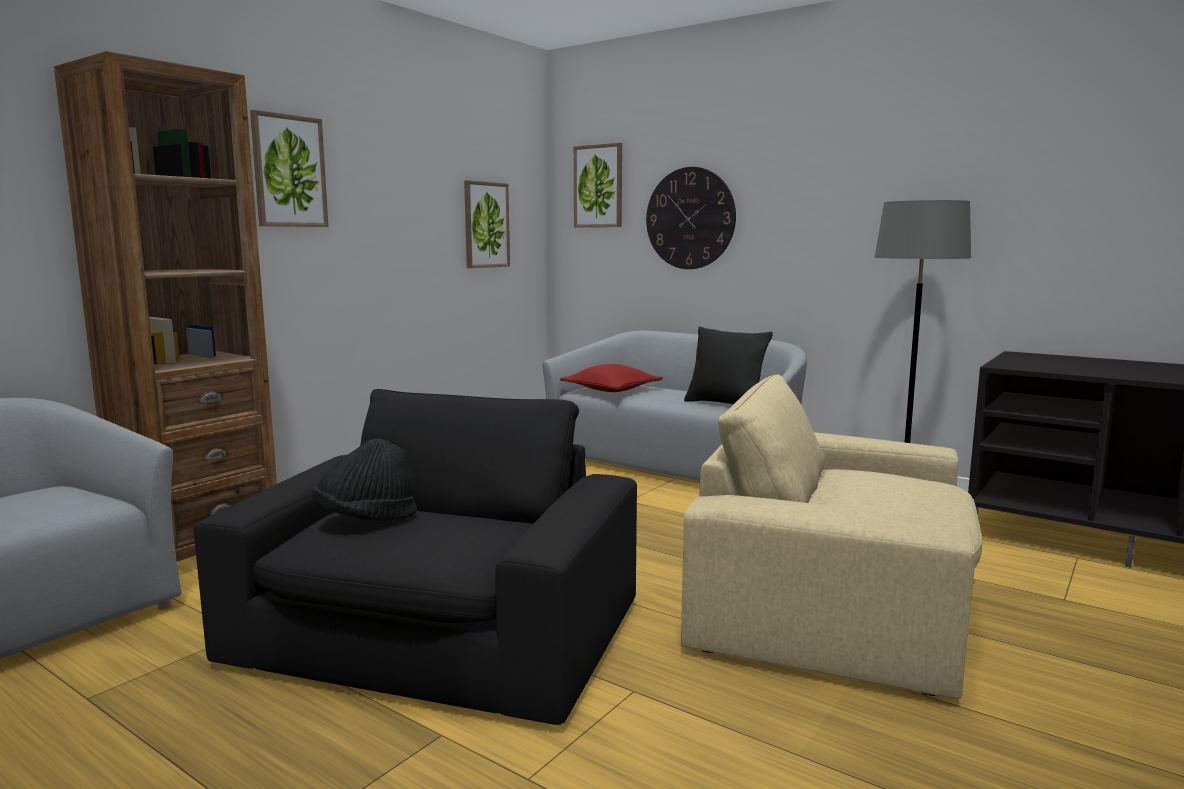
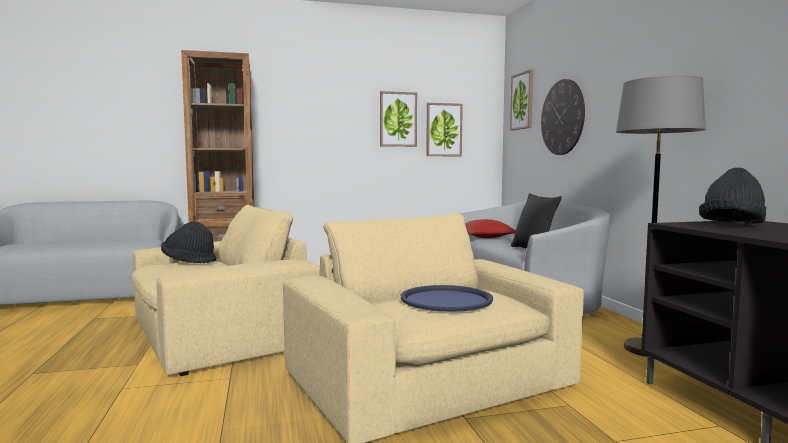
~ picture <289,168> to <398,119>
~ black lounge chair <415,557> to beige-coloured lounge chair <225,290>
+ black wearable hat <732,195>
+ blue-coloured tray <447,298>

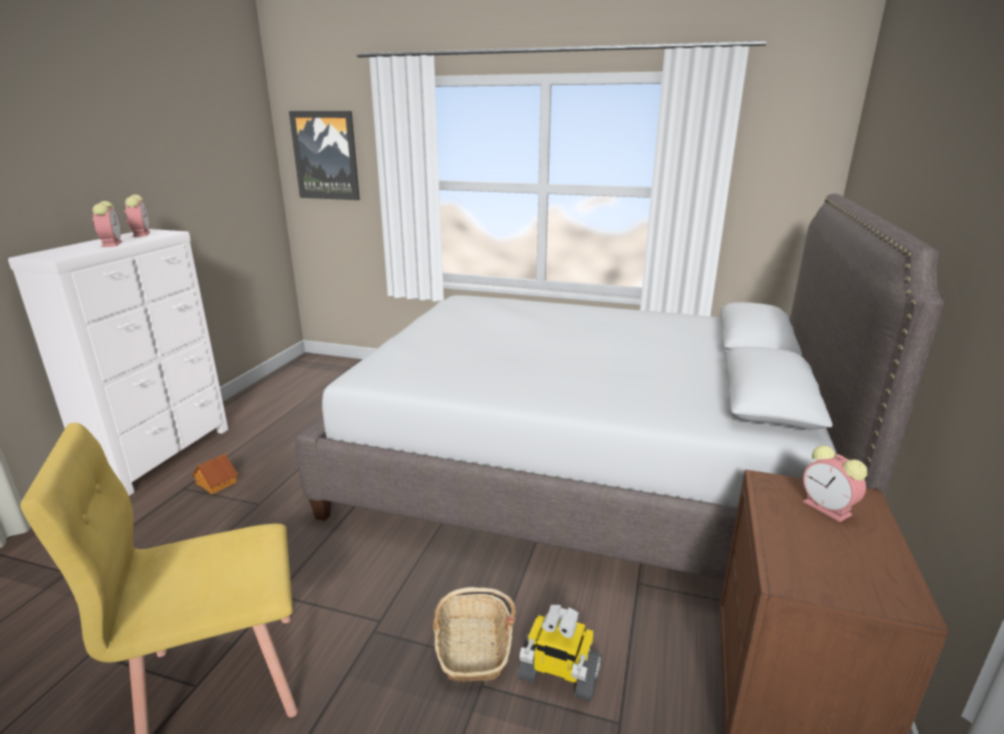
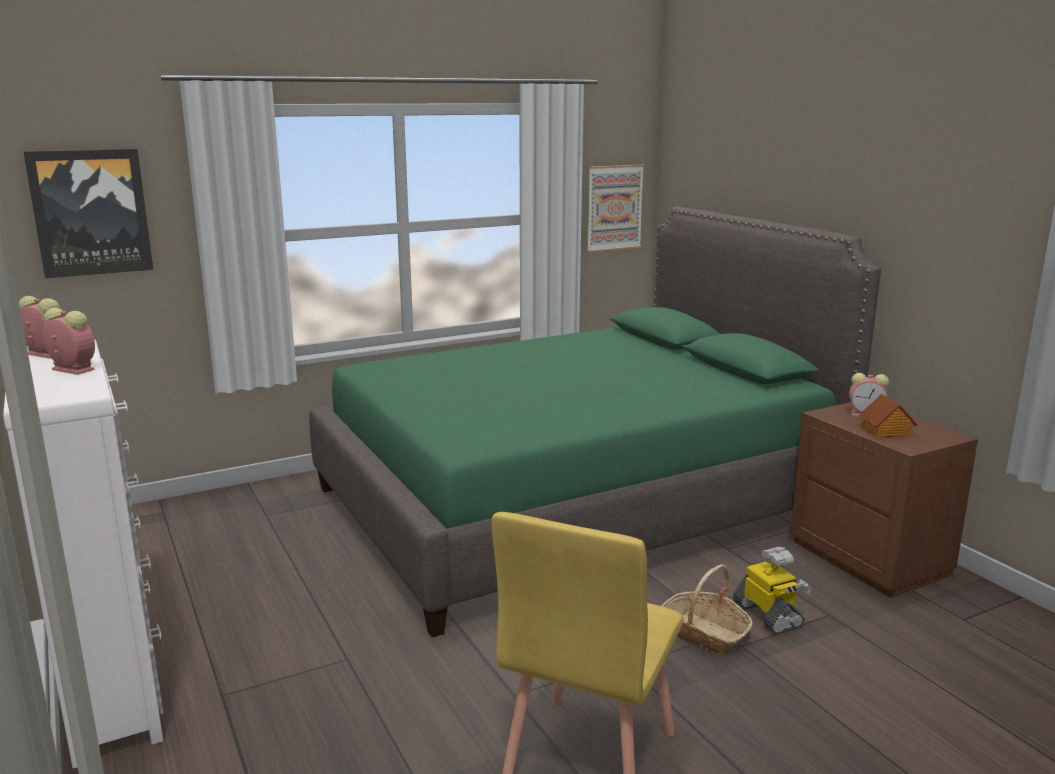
~ grey sleeping bed <620,387> to greenish sleeping bed <595,422>
~ toy house <215,474> to <887,416>
~ toy robot <559,653> = <772,590> 90 degrees counterclockwise
+ picture <615,208>

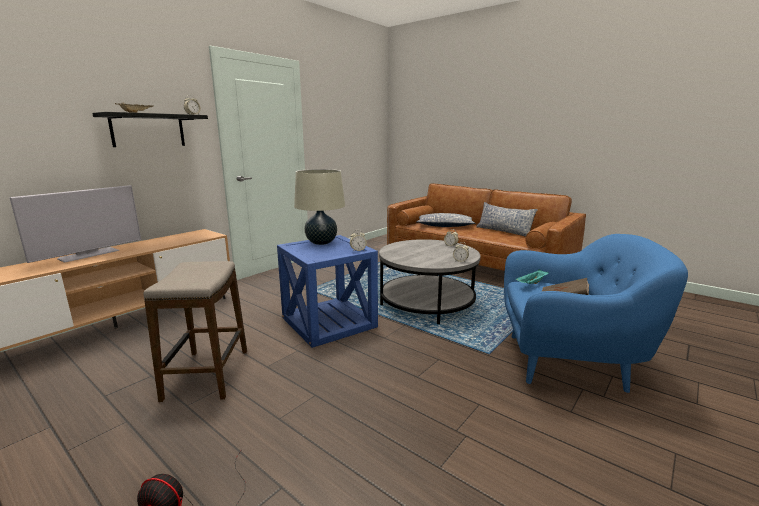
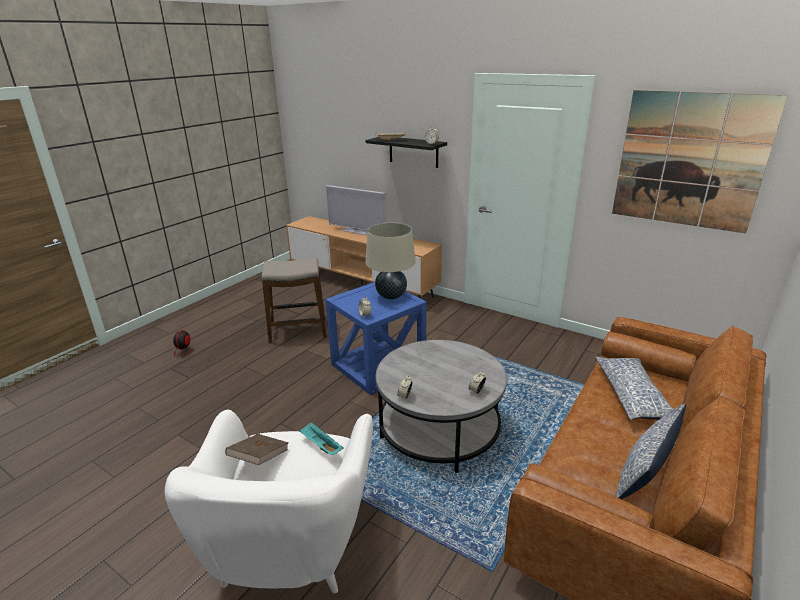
~ blue-coloured lounge chair <596,313> to white lounge chair <269,501>
+ picture <700,161>

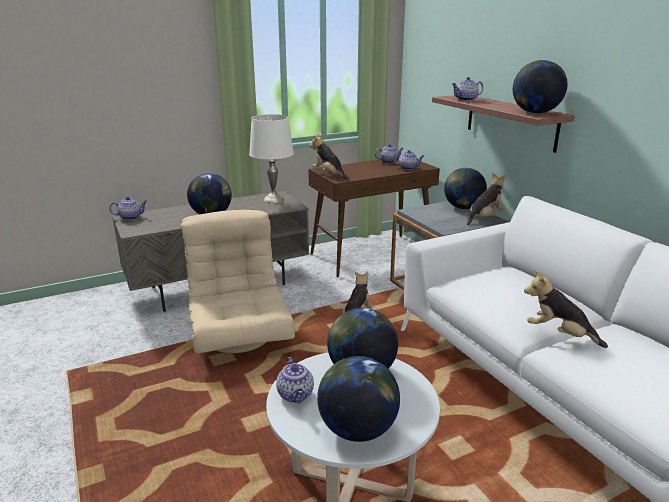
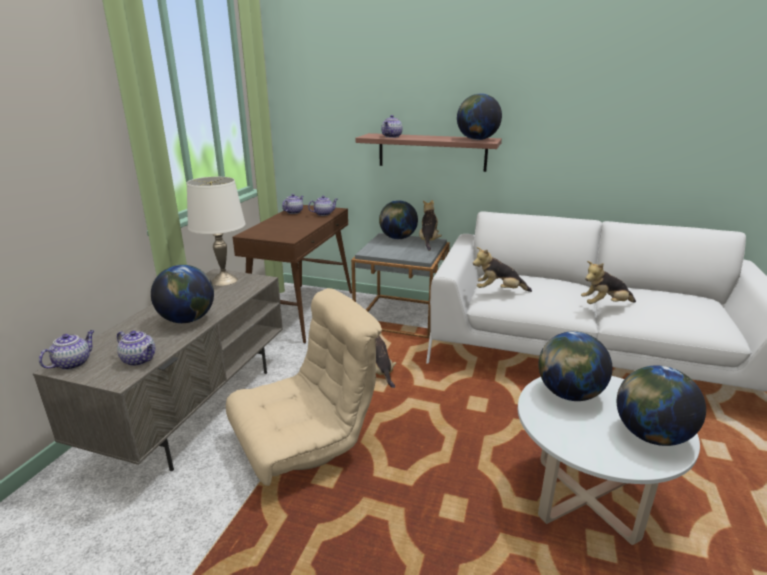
~ cuddly toy <329,157> to <502,269>
~ beige-coloured lounge chair <238,281> = <304,387> 120 degrees clockwise
~ tea pot <295,380> to <136,348>

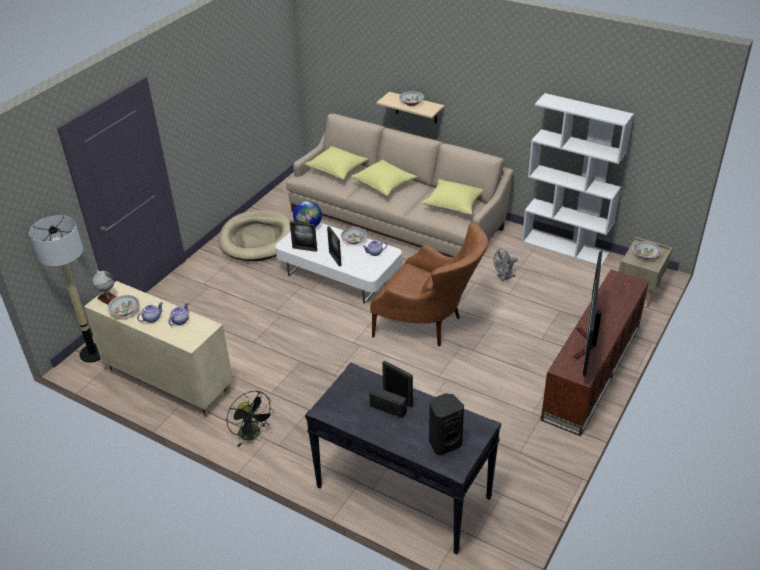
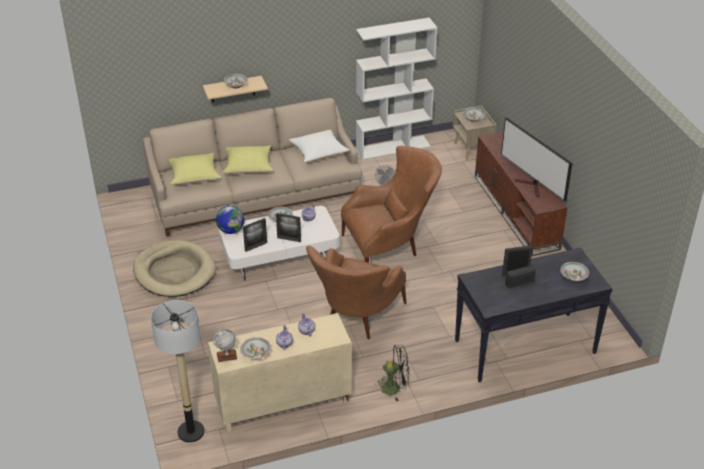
~ yellow throw pillow <452,197> to white throw pillow <319,146>
~ black audio speaker <446,424> to deep dish <574,271>
+ brownish lounge chair <356,293>

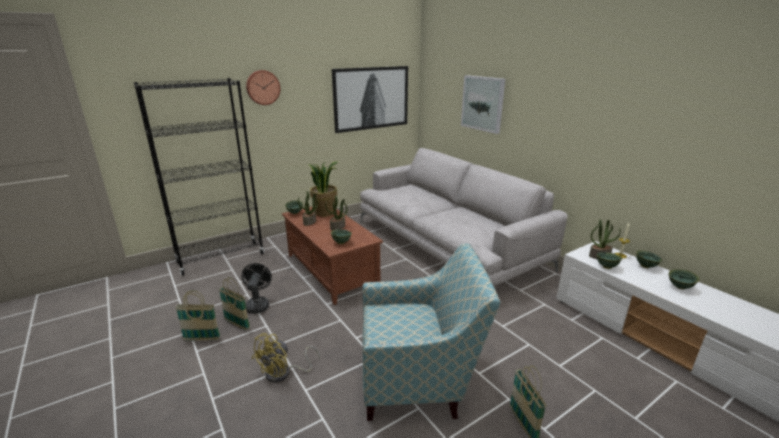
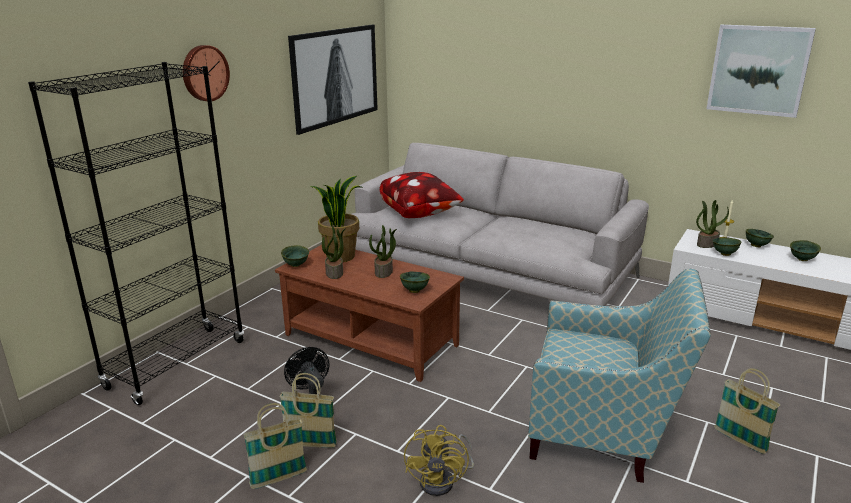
~ picture <483,104> to <761,71>
~ lounge chair <431,332> = <619,376> 45 degrees clockwise
+ throw pillow <422,195>

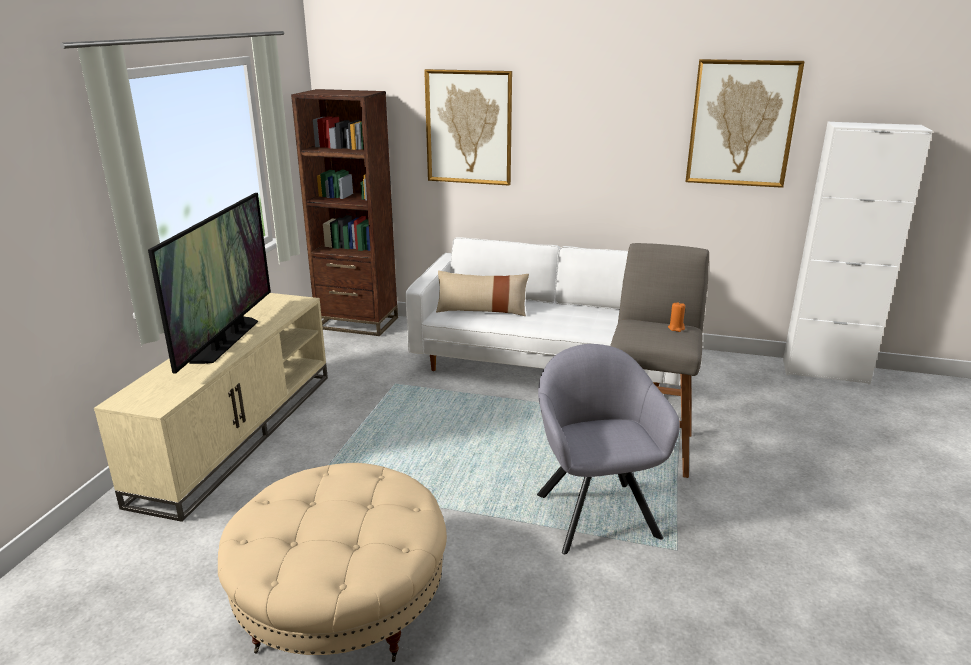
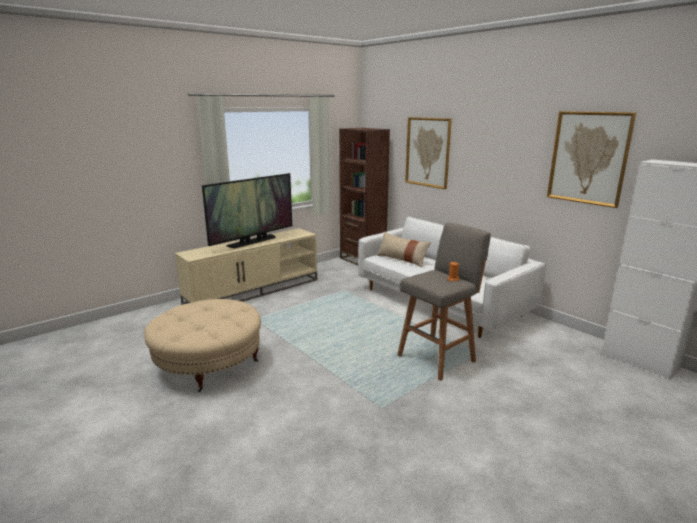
- grey lounge chair <608,449>

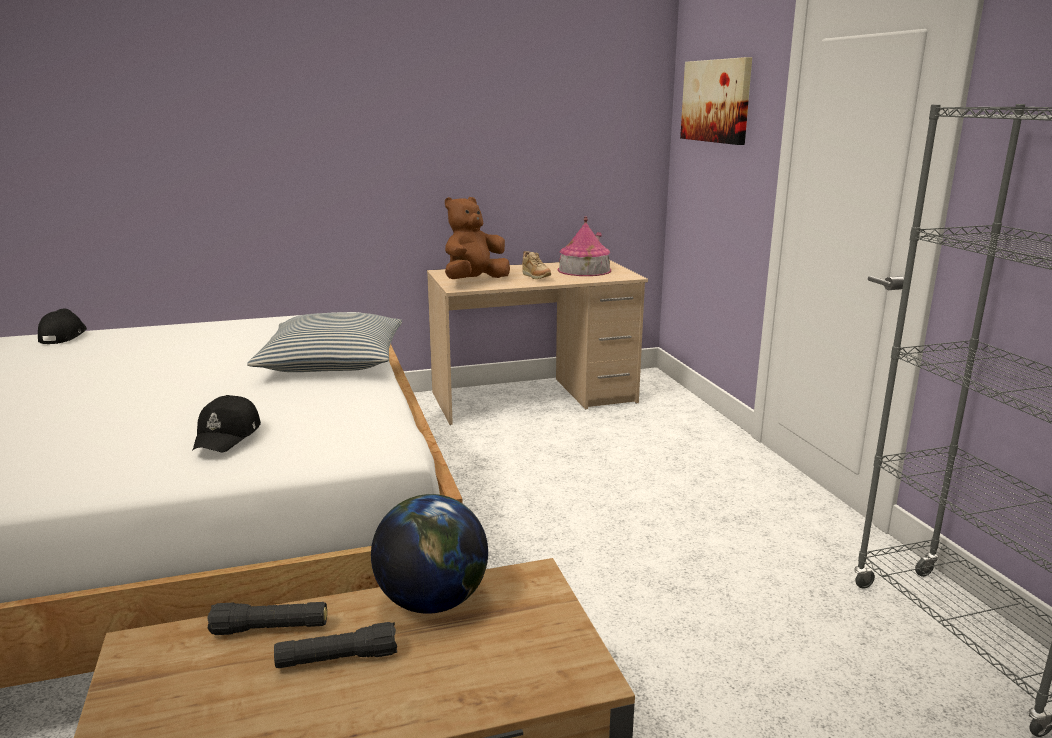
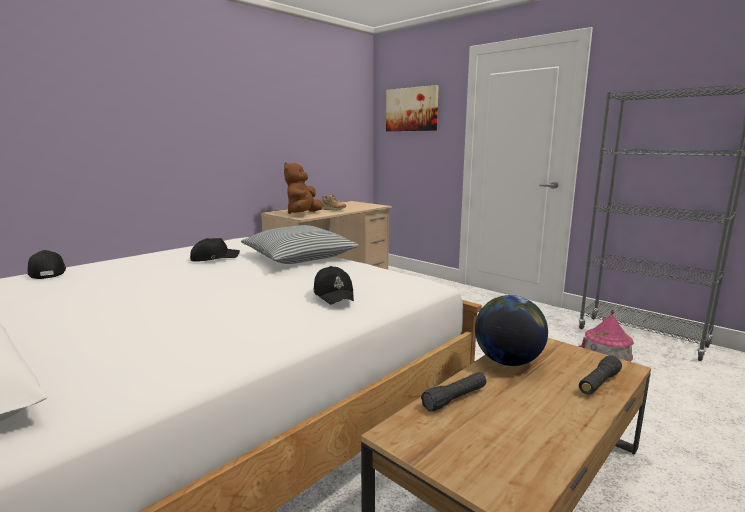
~ toy house <584,246> to <606,335>
~ black hand torch <335,645> to <600,374>
+ black cap <215,250>

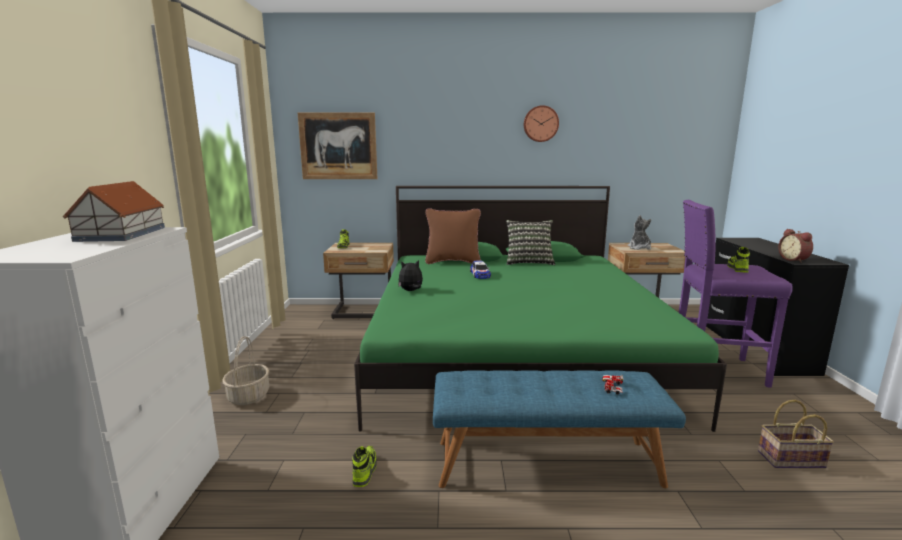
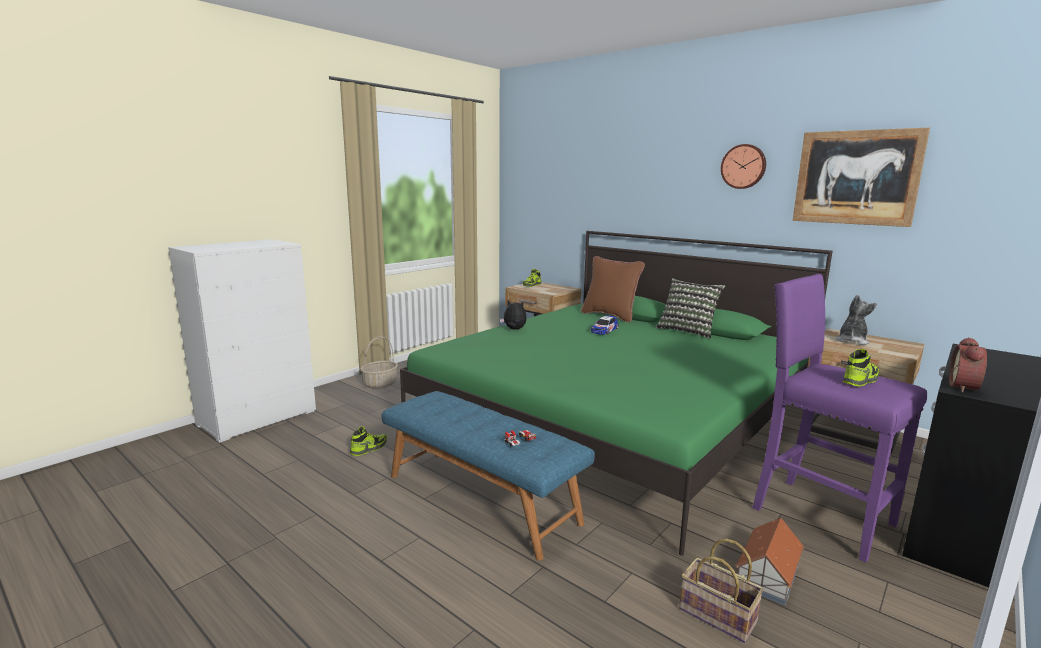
~ picture <337,146> to <861,177>
~ toy house <114,211> to <769,561>

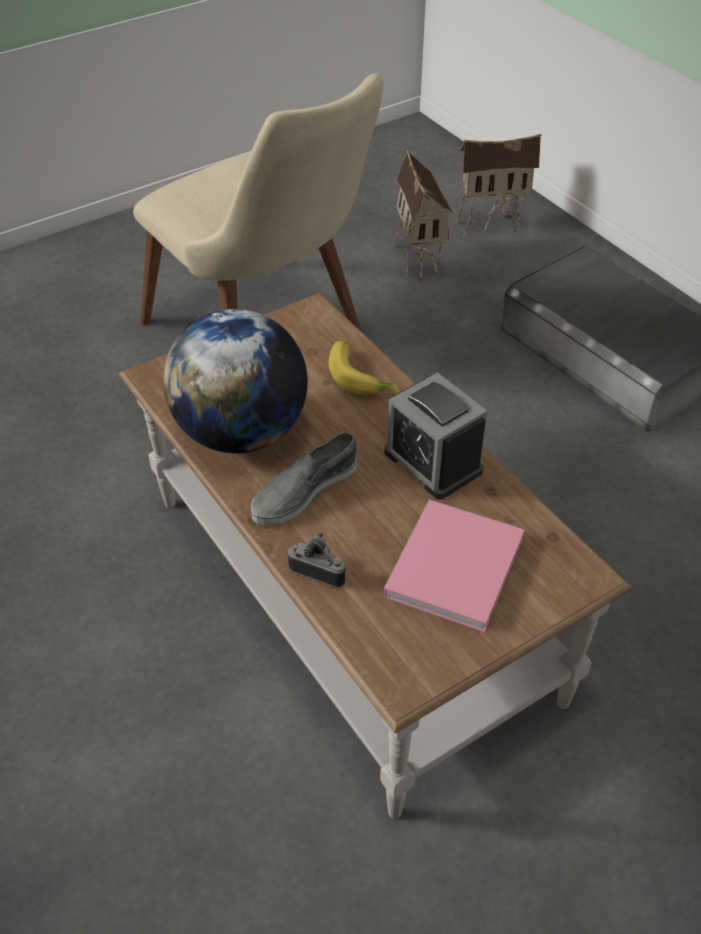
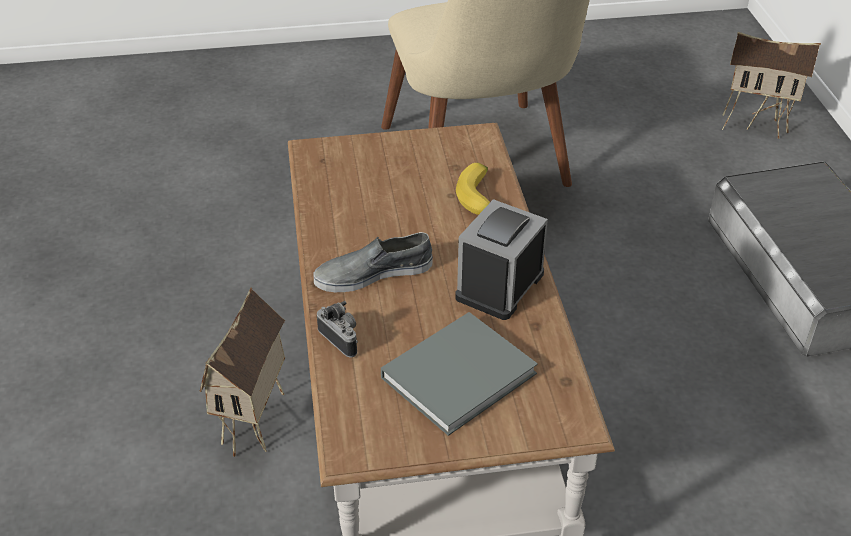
~ toy house <423,216> to <242,372>
- globe <235,381>
~ alarm clock <435,436> = <501,259> 45 degrees clockwise
~ pinkish bound book <454,566> to grey bound book <459,374>

